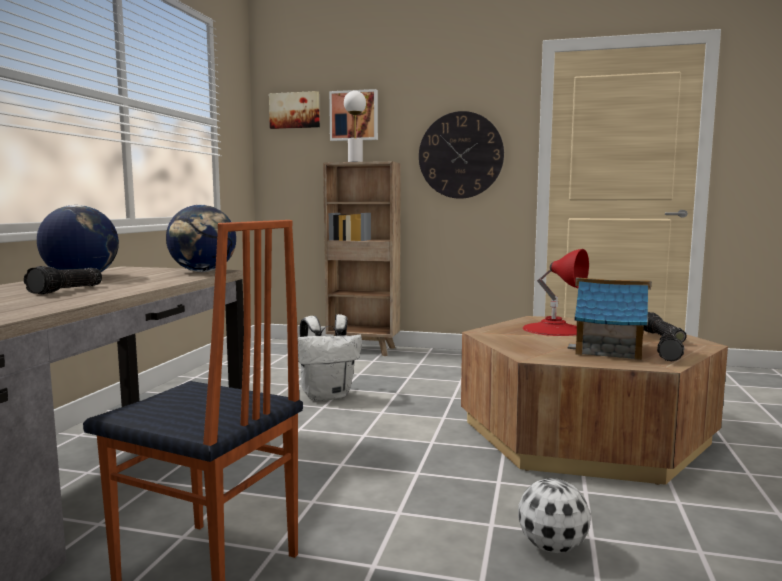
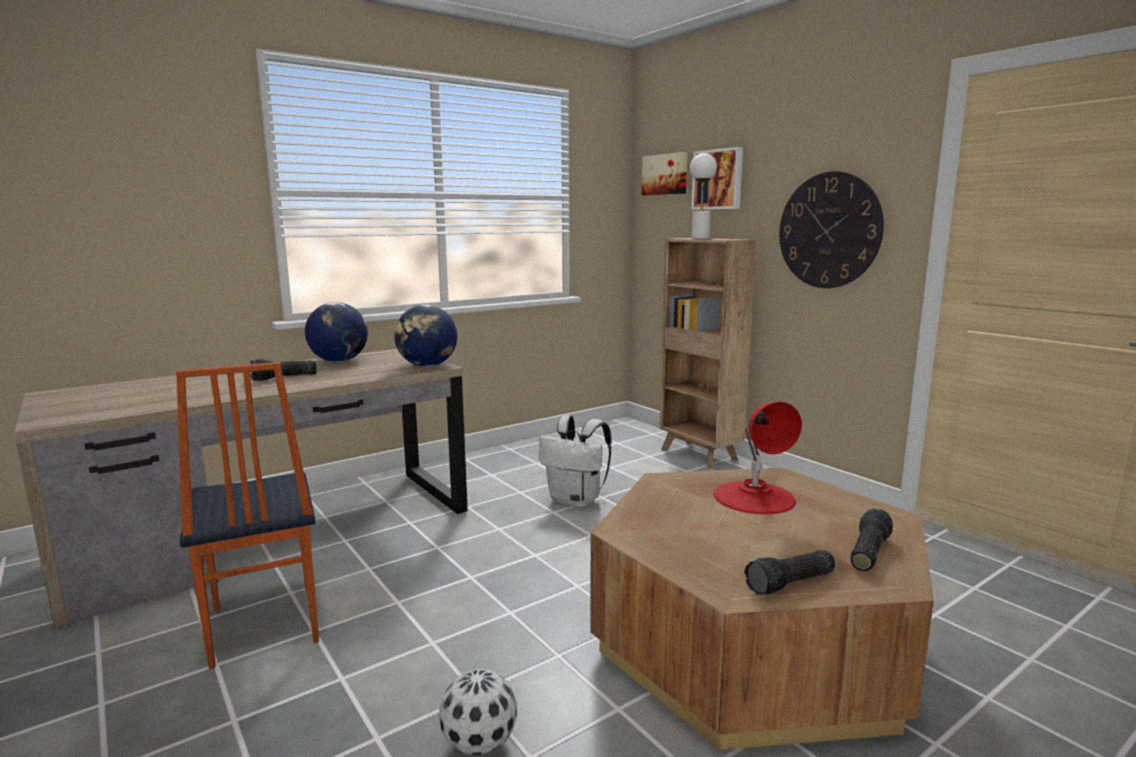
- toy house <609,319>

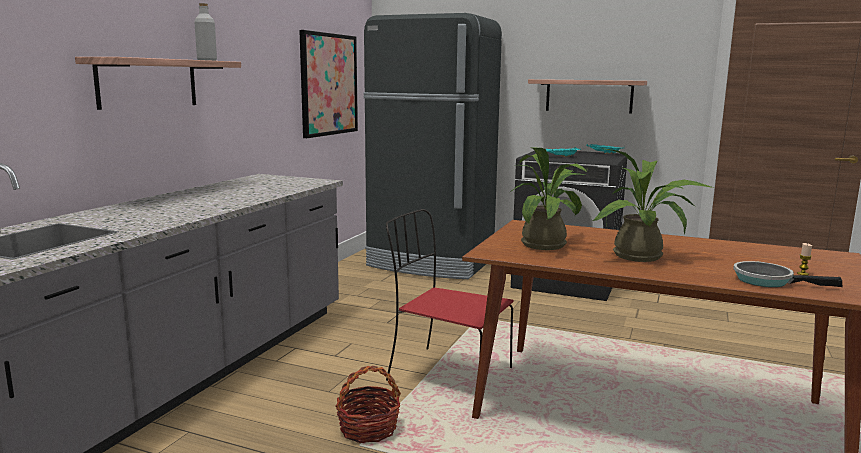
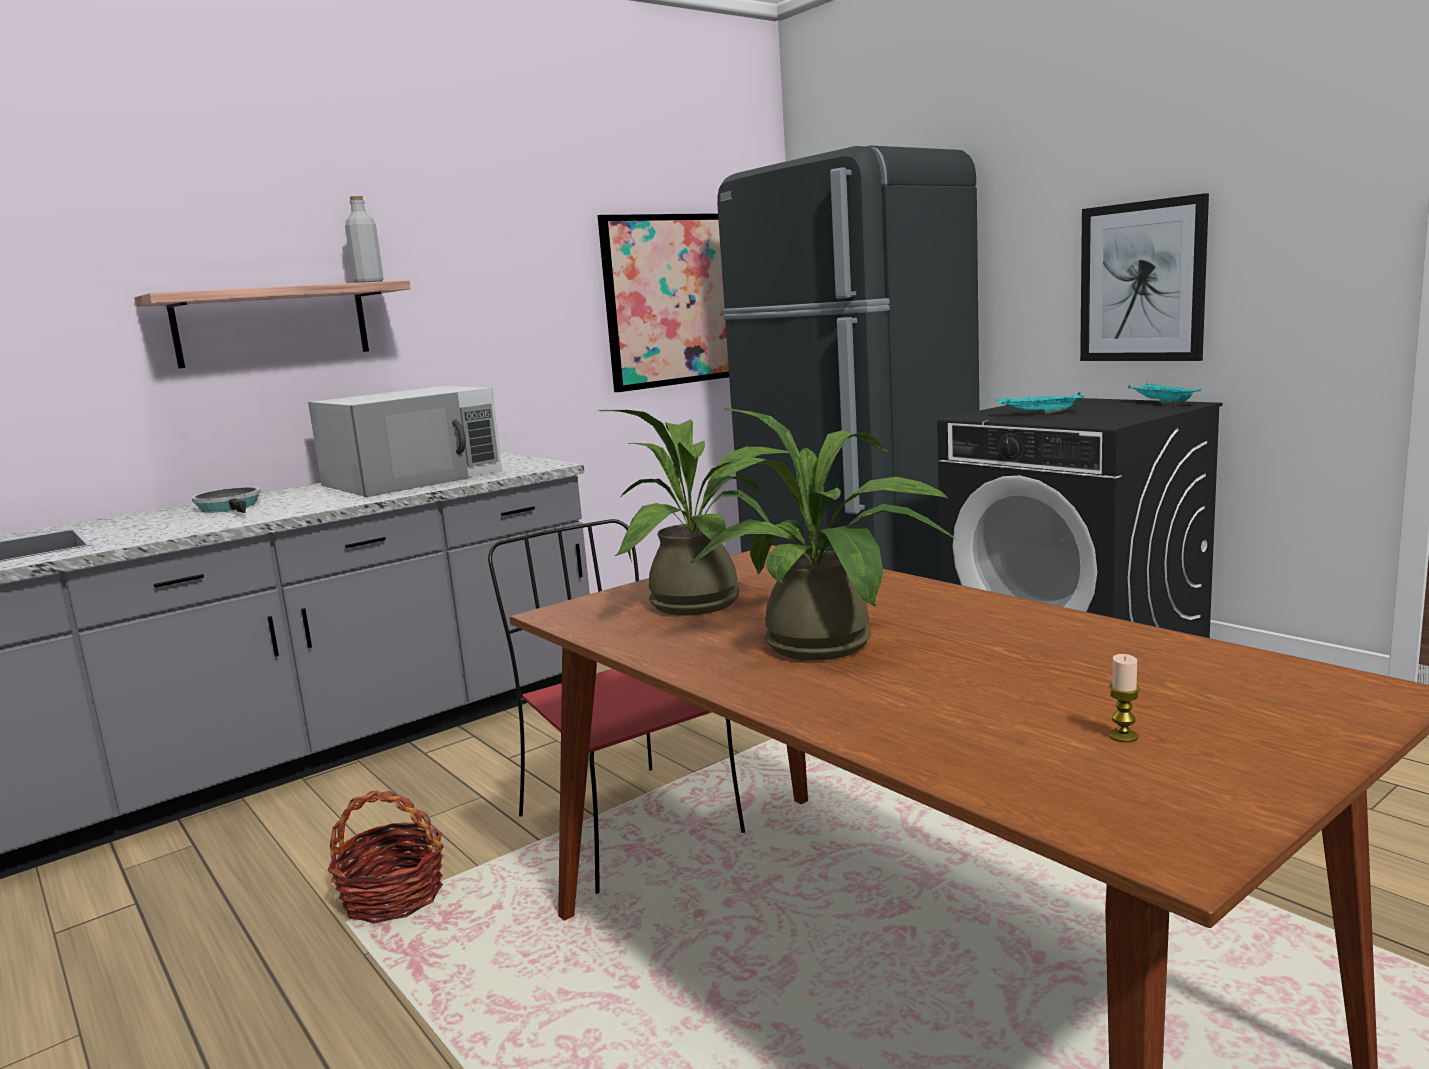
~ bracket shelf <587,96> to picture <1144,277>
~ pan <787,274> to <226,500>
+ white kitchen microwave <405,441>

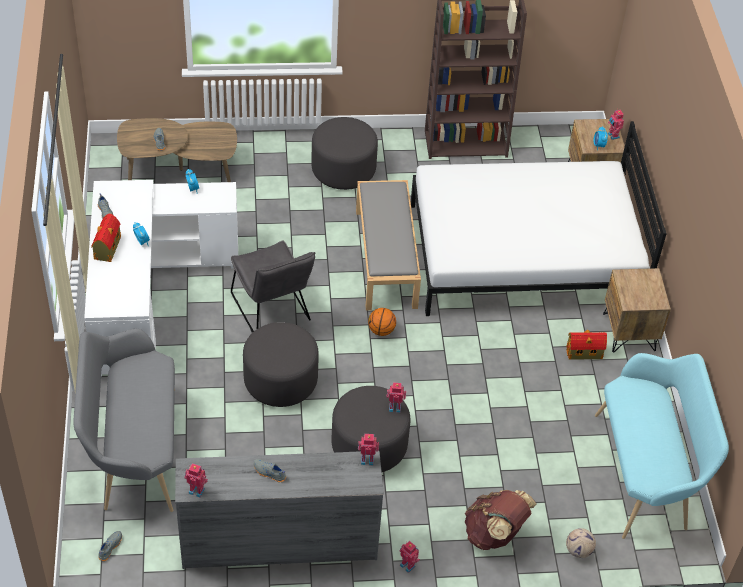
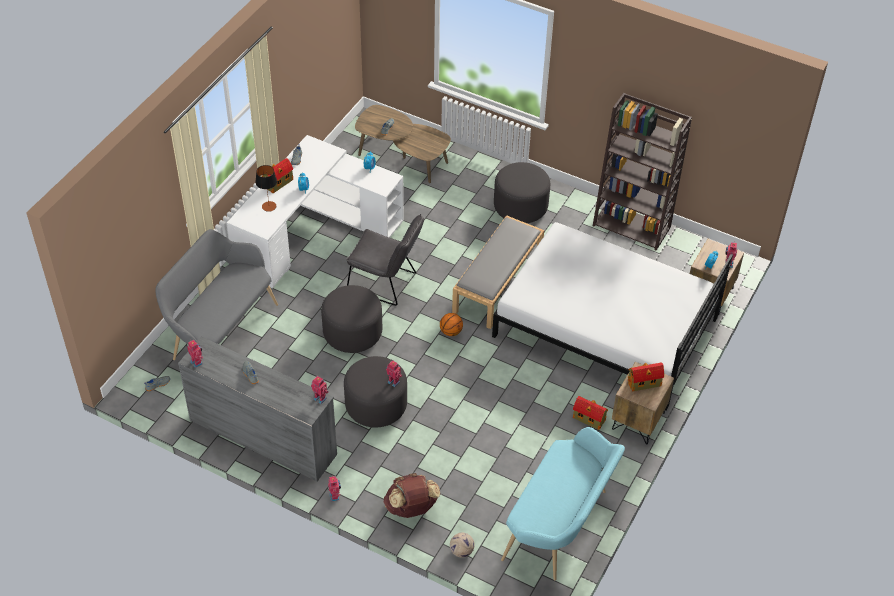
~ grey upright chair <273,287> = <385,260> 75 degrees counterclockwise
+ table lamp <266,188>
+ toy house <646,376>

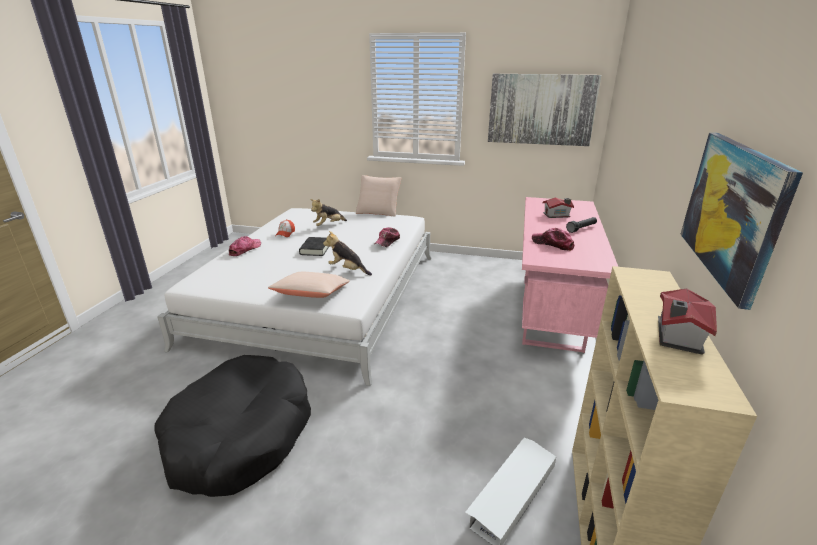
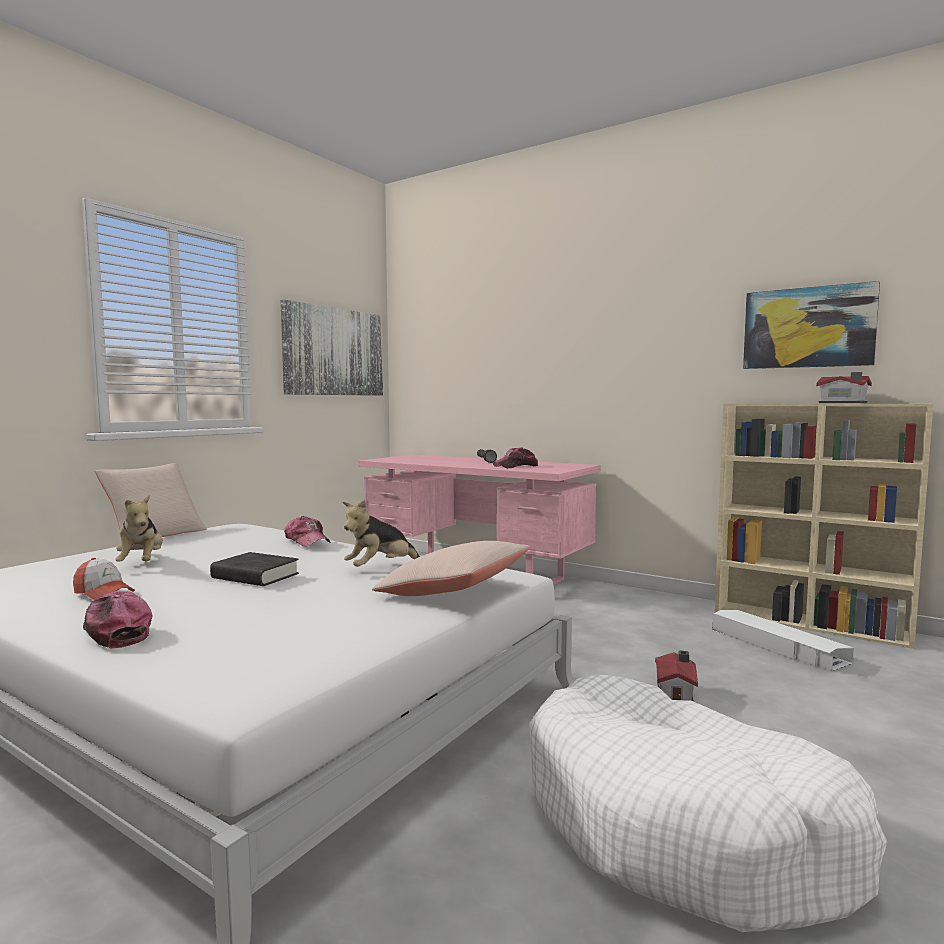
~ toy house <558,208> to <676,676>
~ black pet bed <232,426> to white pet bed <708,803>

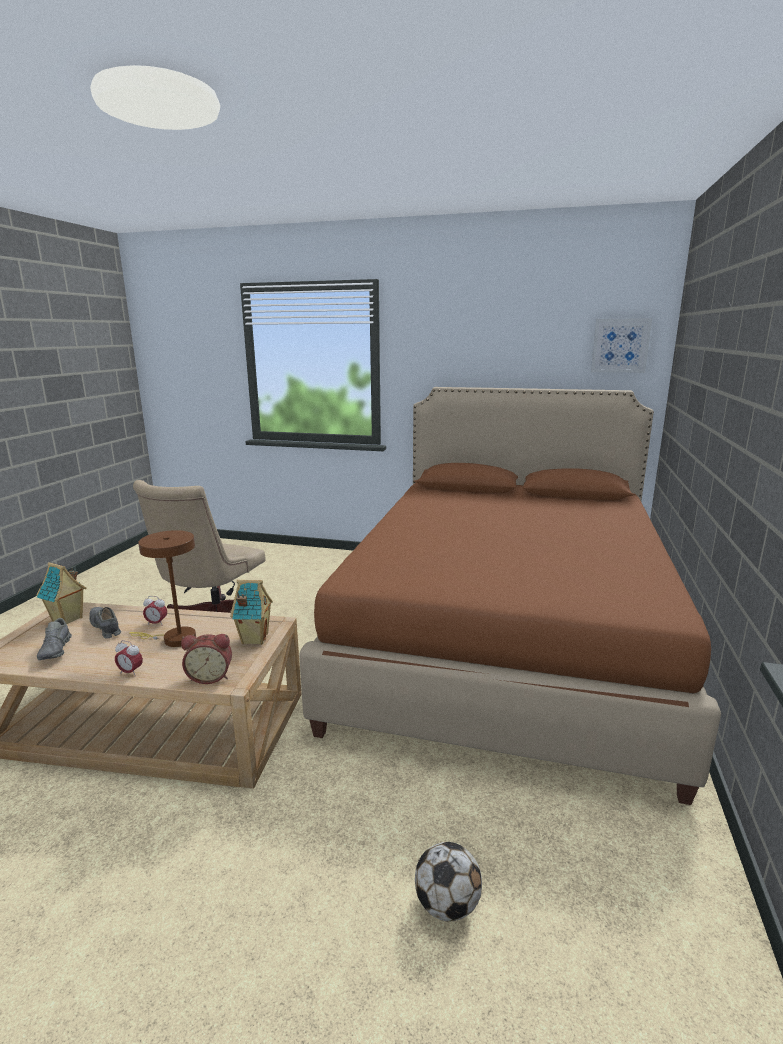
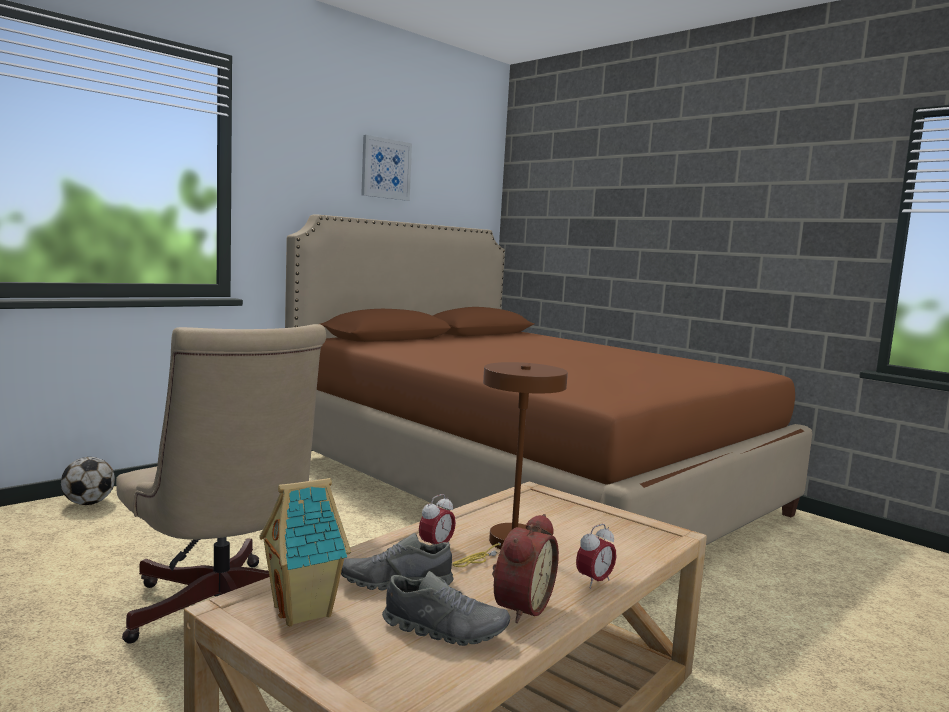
~ picture <621,345> to <386,168>
- toy house <251,612>
~ alarm clock <206,659> to <525,568>
~ football <448,882> to <88,481>

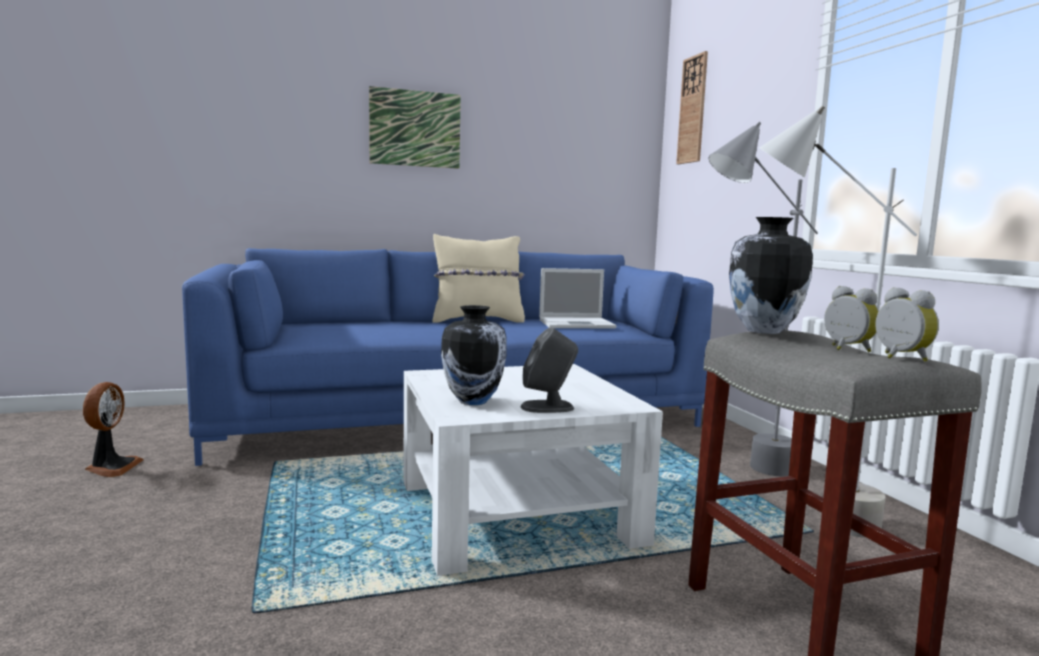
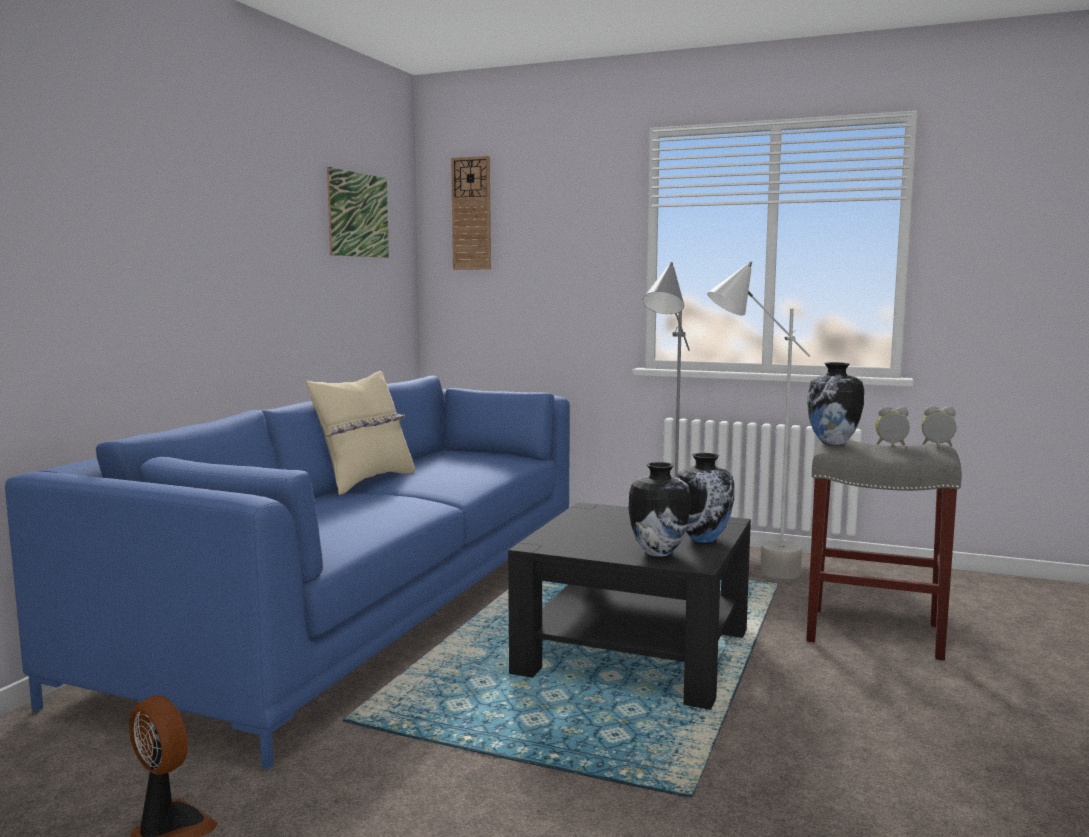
~ picture <415,127> to <358,212>
- portable computer <577,298>
~ grey audio speaker <549,370> to flower vase <705,498>
~ white lounge table <533,470> to black lounge table <629,606>

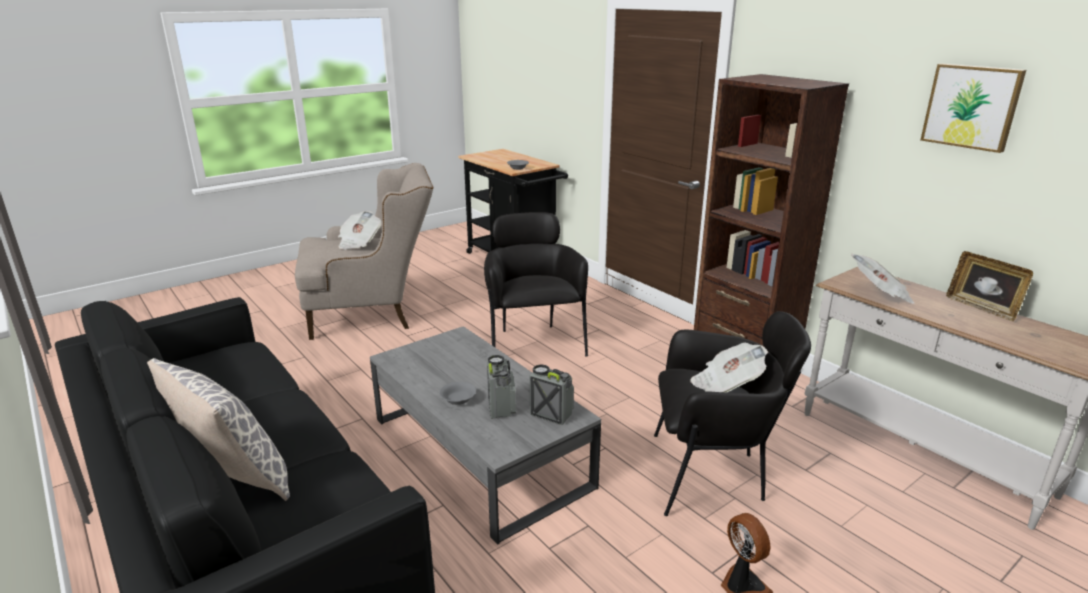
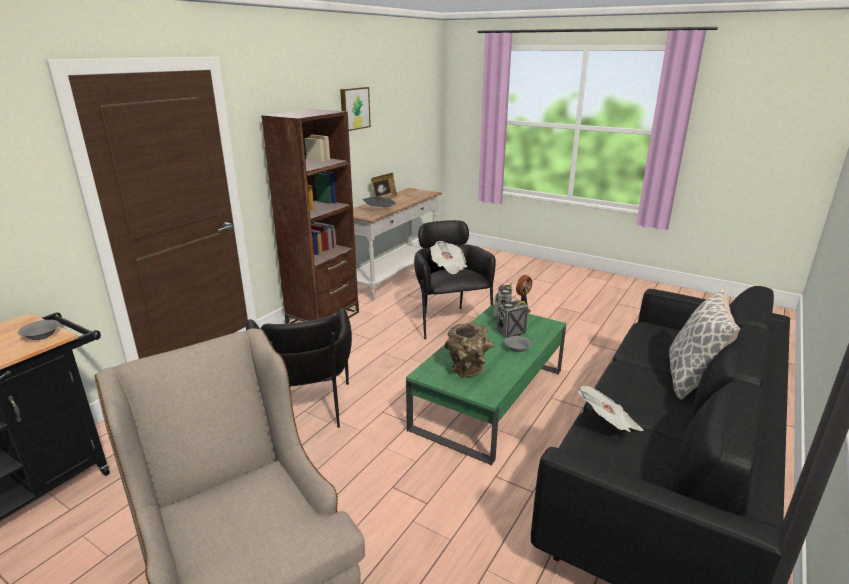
~ daily paper <359,230> to <610,409>
~ black lounge chair <536,284> = <299,368> 75 degrees counterclockwise
~ grey lounge table <485,435> to greenish lounge table <486,384>
+ brownish flower vase <469,349>

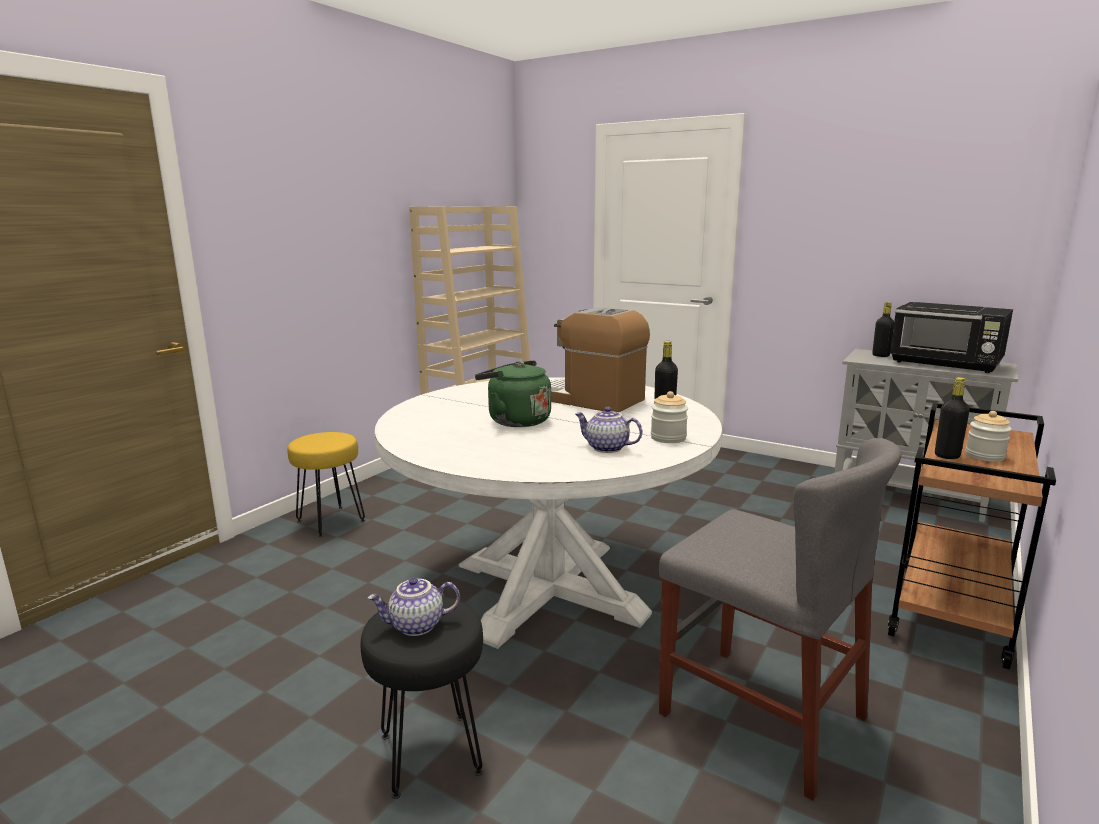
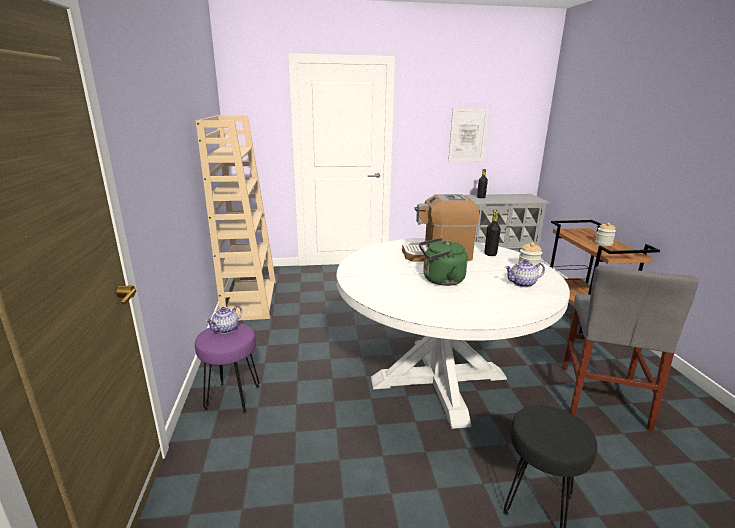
- black kitchen microwave <951,337>
- black drink bottle <952,418>
~ yellow stool <326,484> to purple-coloured stool <227,368>
~ grey upright chair <780,619> = <630,349> 105 degrees clockwise
~ tea pot <414,606> to <223,319>
+ picture <468,135>

